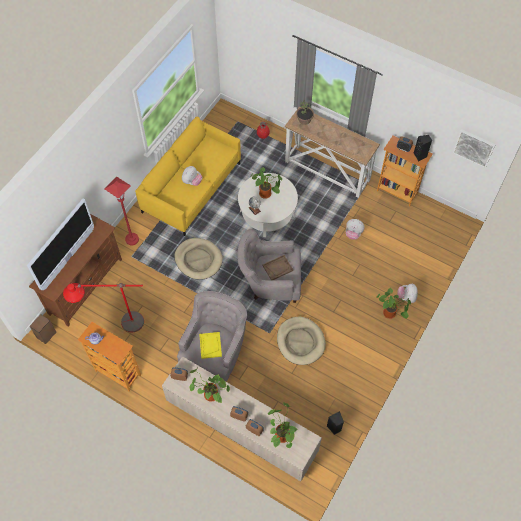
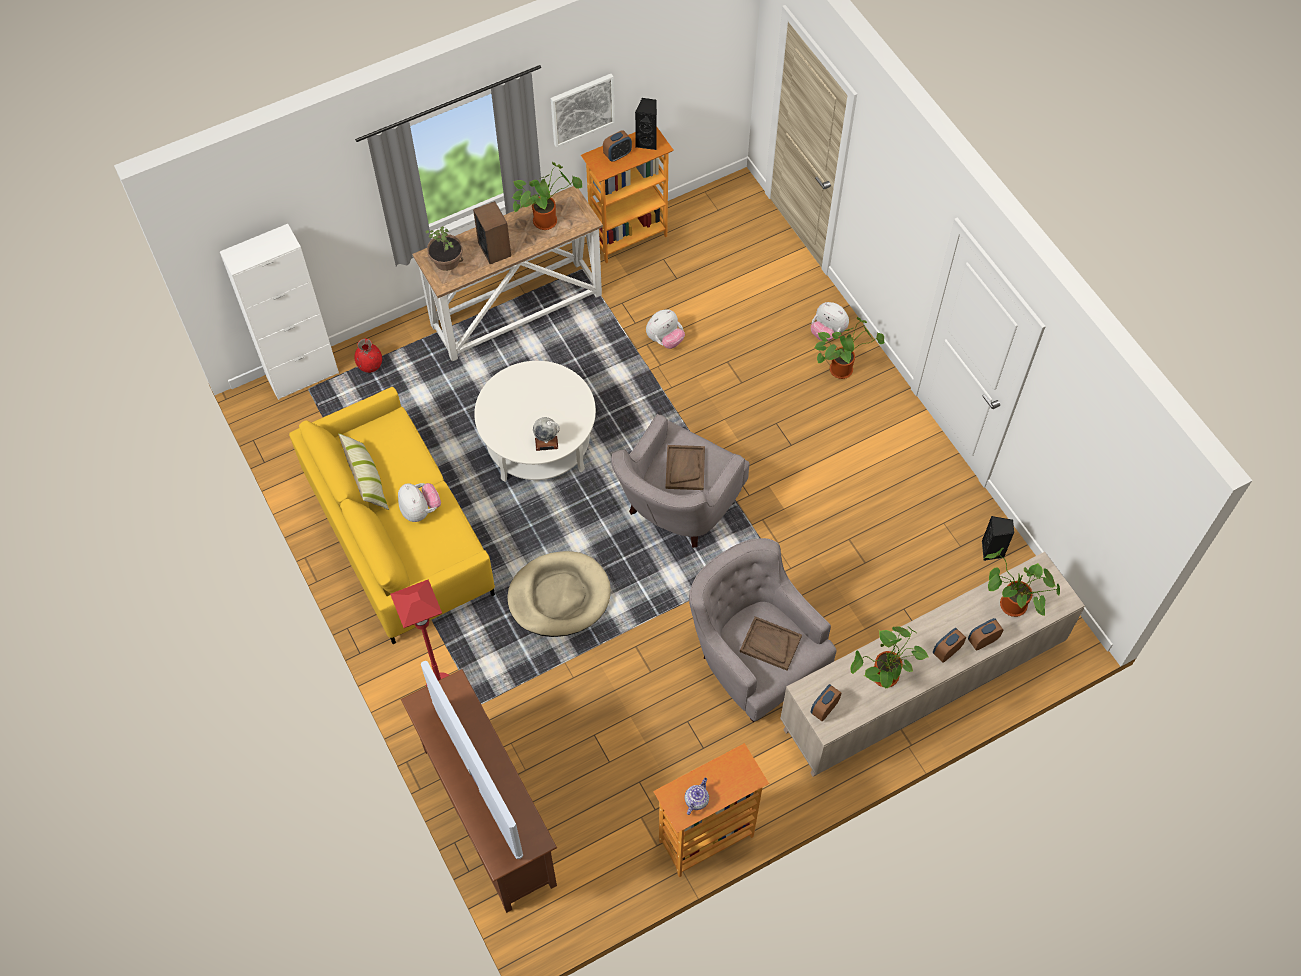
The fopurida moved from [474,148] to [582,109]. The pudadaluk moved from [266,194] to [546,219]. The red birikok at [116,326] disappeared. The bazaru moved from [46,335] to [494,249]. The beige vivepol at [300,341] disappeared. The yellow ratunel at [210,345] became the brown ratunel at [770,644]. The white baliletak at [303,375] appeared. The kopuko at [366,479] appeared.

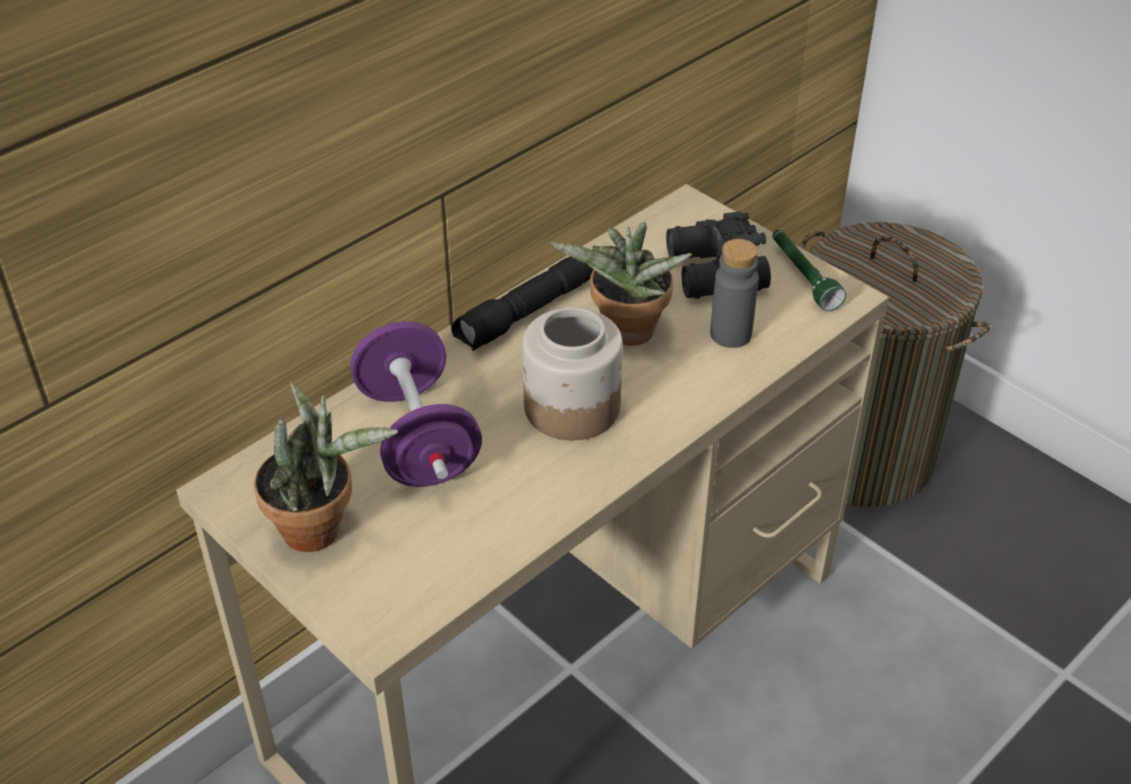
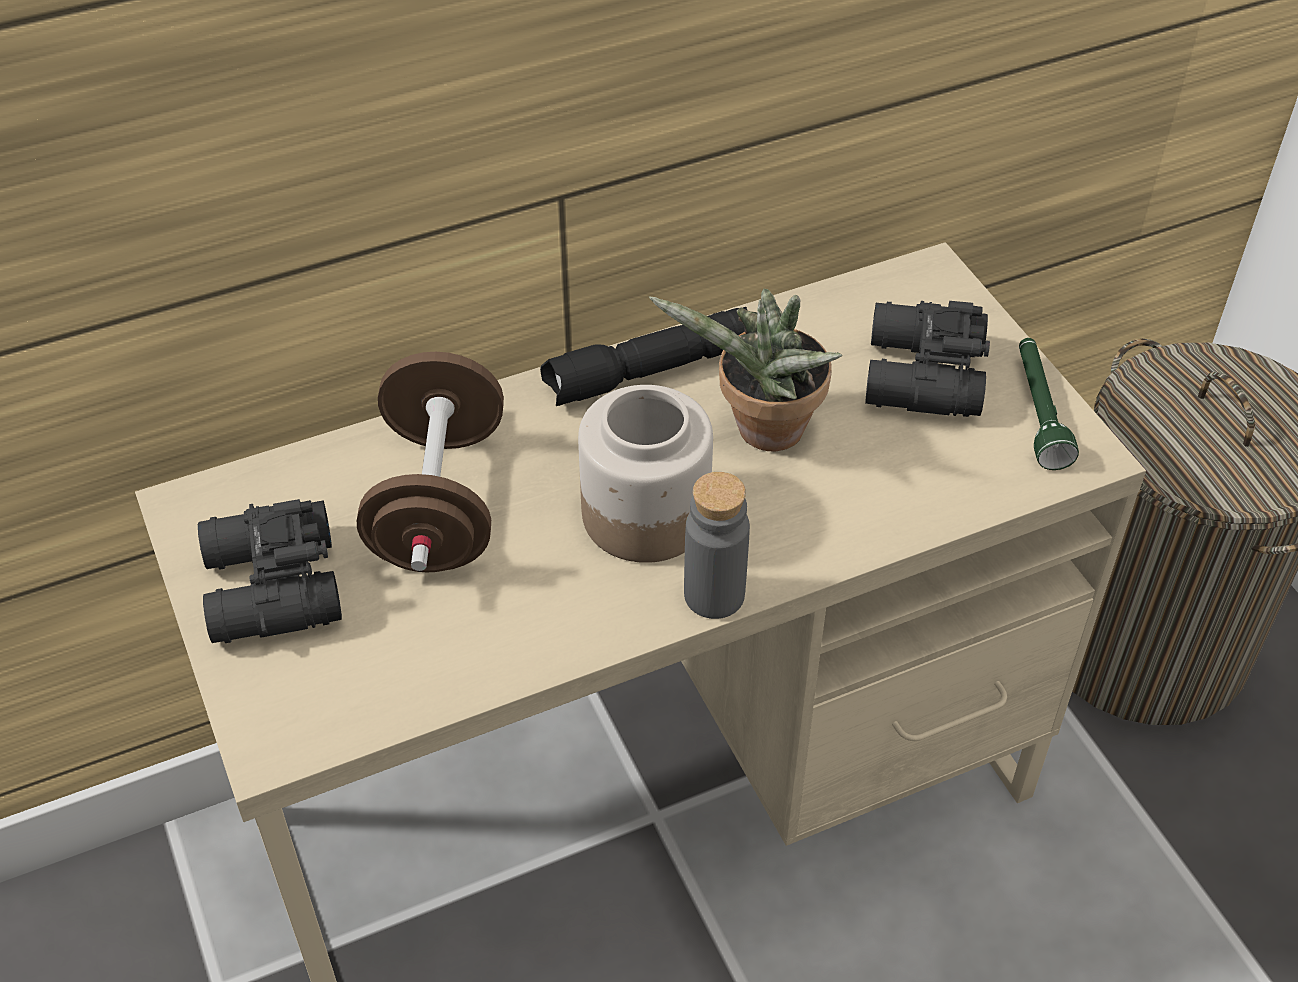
The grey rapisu moved from [730,334] to [714,595]. The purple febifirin at [418,437] became the brown febifirin at [439,503]. The pudadaluk at [321,529] was replaced by the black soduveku at [269,590].

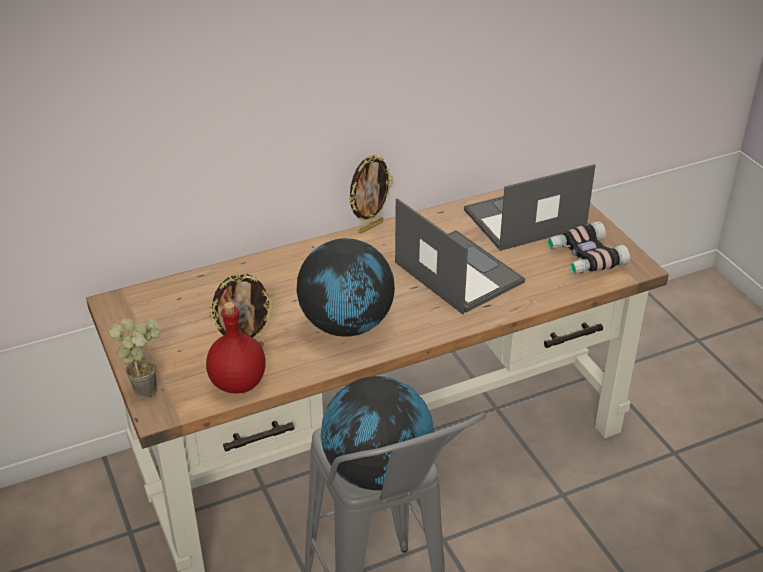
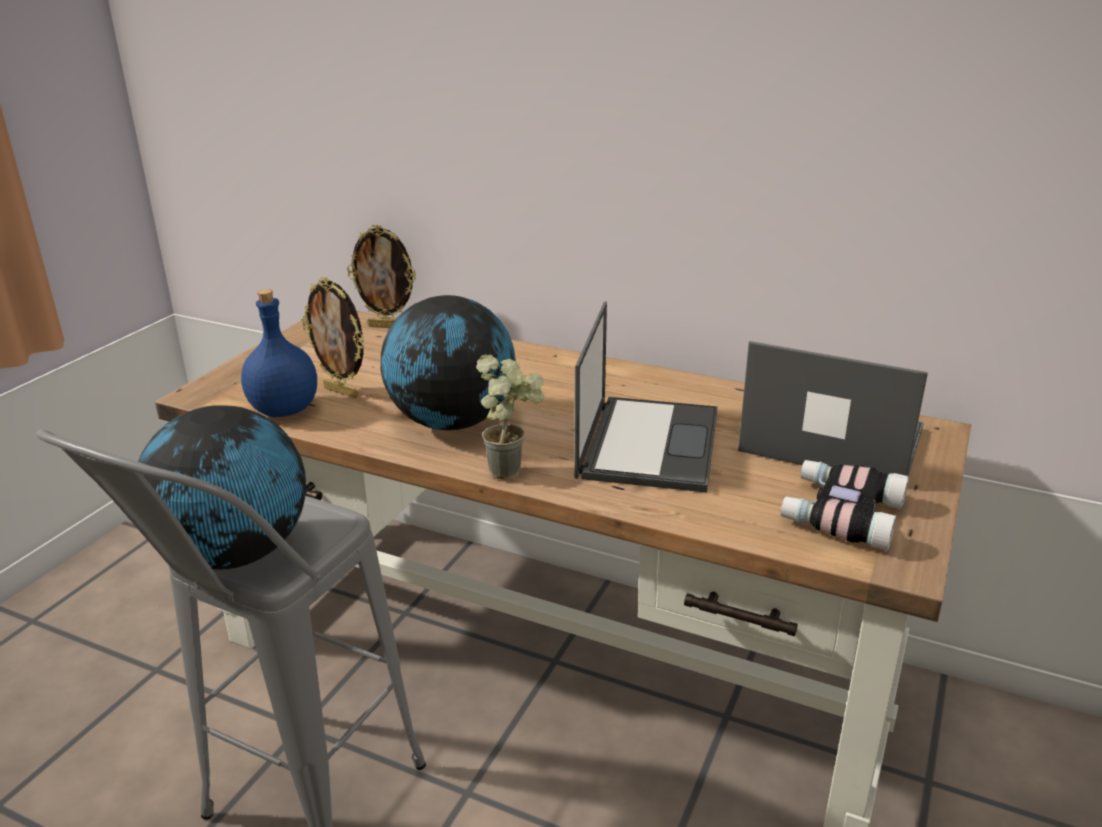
The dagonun moved from [370,227] to [387,326]. The red rapisu at [237,384] became the blue rapisu at [283,410]. The pudadaluk moved from [147,386] to [513,470].

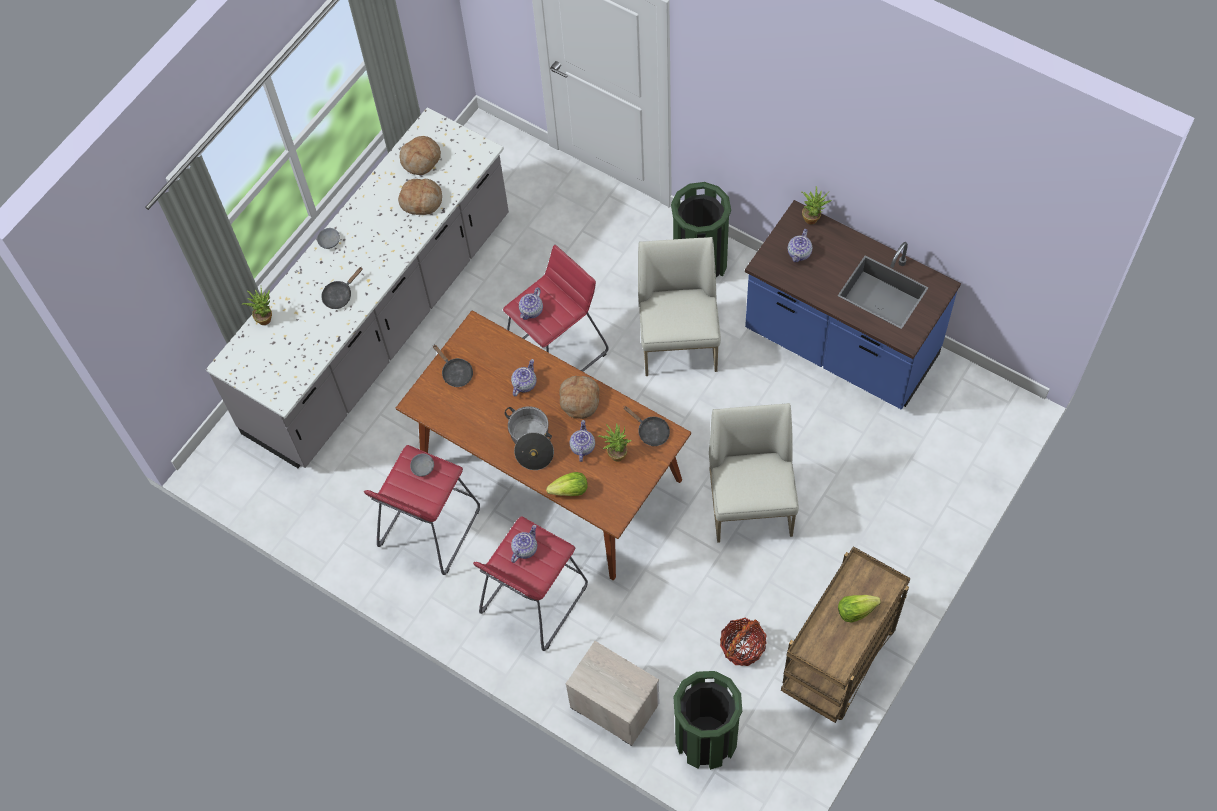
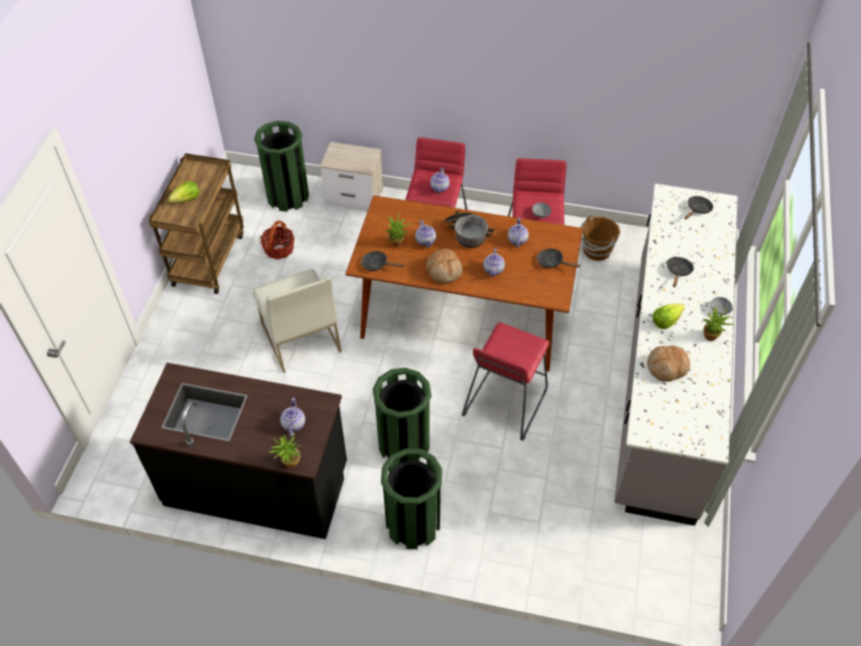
The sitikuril at [421,159] disappeared. The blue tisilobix at [840,346] became the black tisilobix at [257,484]. The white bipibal at [679,341] was replaced by the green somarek at [404,445]. The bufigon moved from [531,311] to [517,240]. The pudadaluk moved from [265,317] to [711,338]. The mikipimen moved from [570,490] to [665,321]. The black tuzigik at [697,209] appeared. The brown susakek at [596,251] appeared.

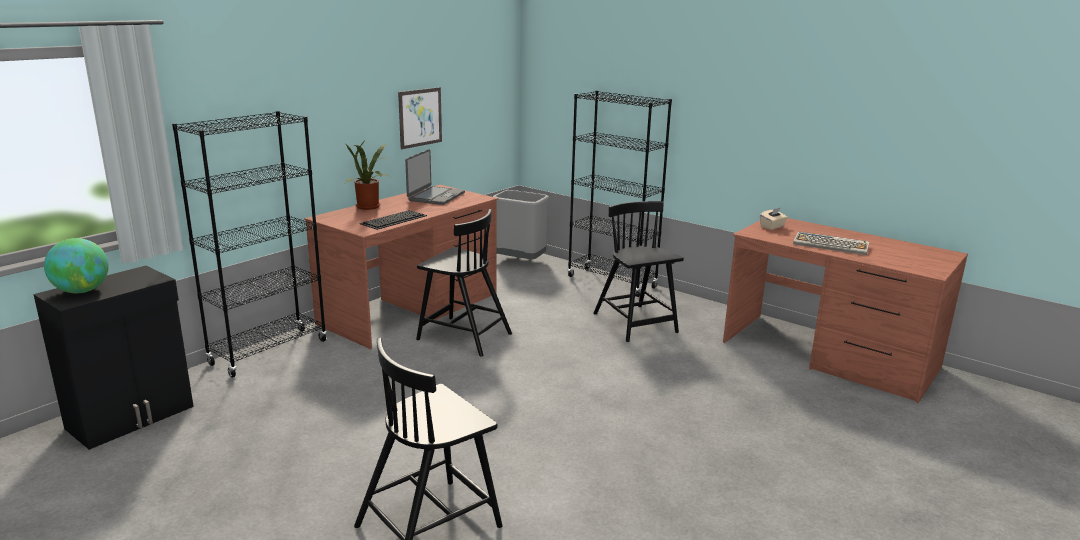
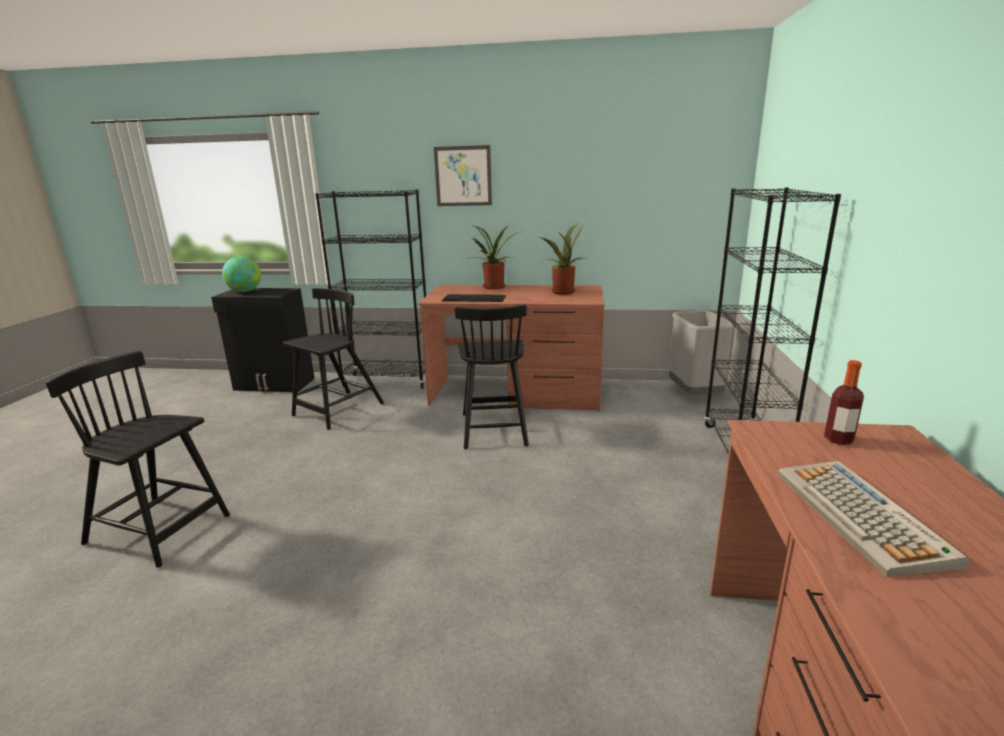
The fopurida moved from [420,117] to [463,176]. The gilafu at [436,196] was replaced by the pudadaluk at [561,291]. The black bipibal moved from [635,324] to [337,410]. The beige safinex at [772,227] was replaced by the rapisu at [838,439].

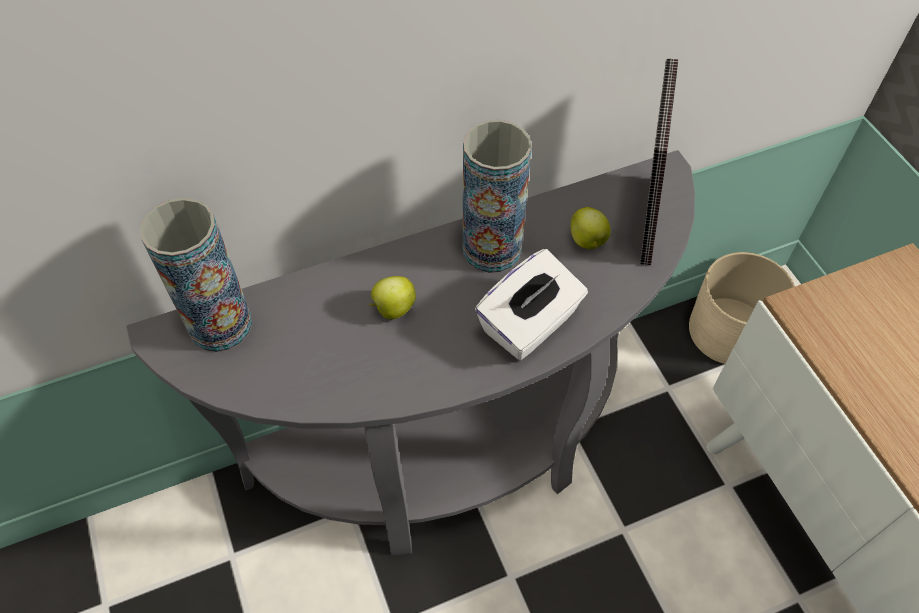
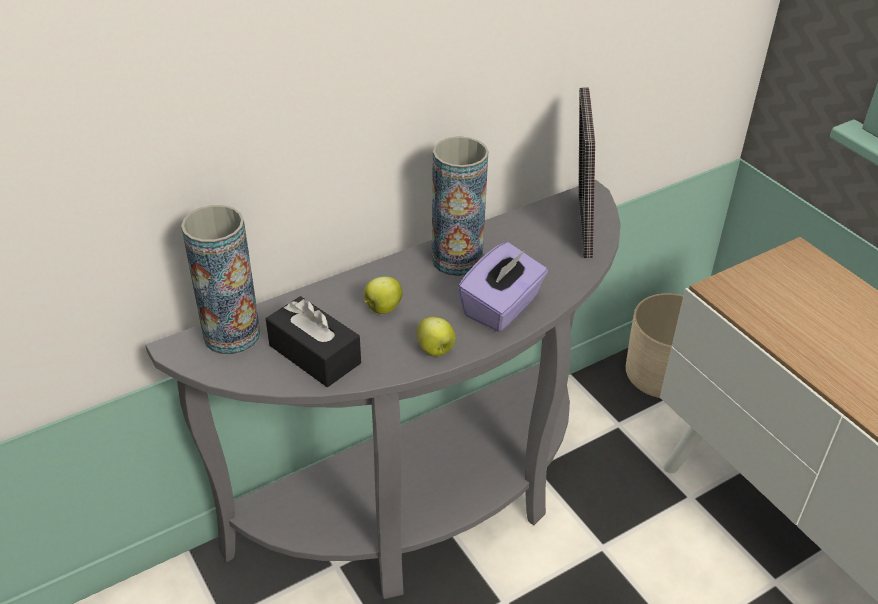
The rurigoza moved from [587,241] to [436,350]. The white safinex at [530,324] became the purple safinex at [502,307]. The black safinex at [314,354] appeared.

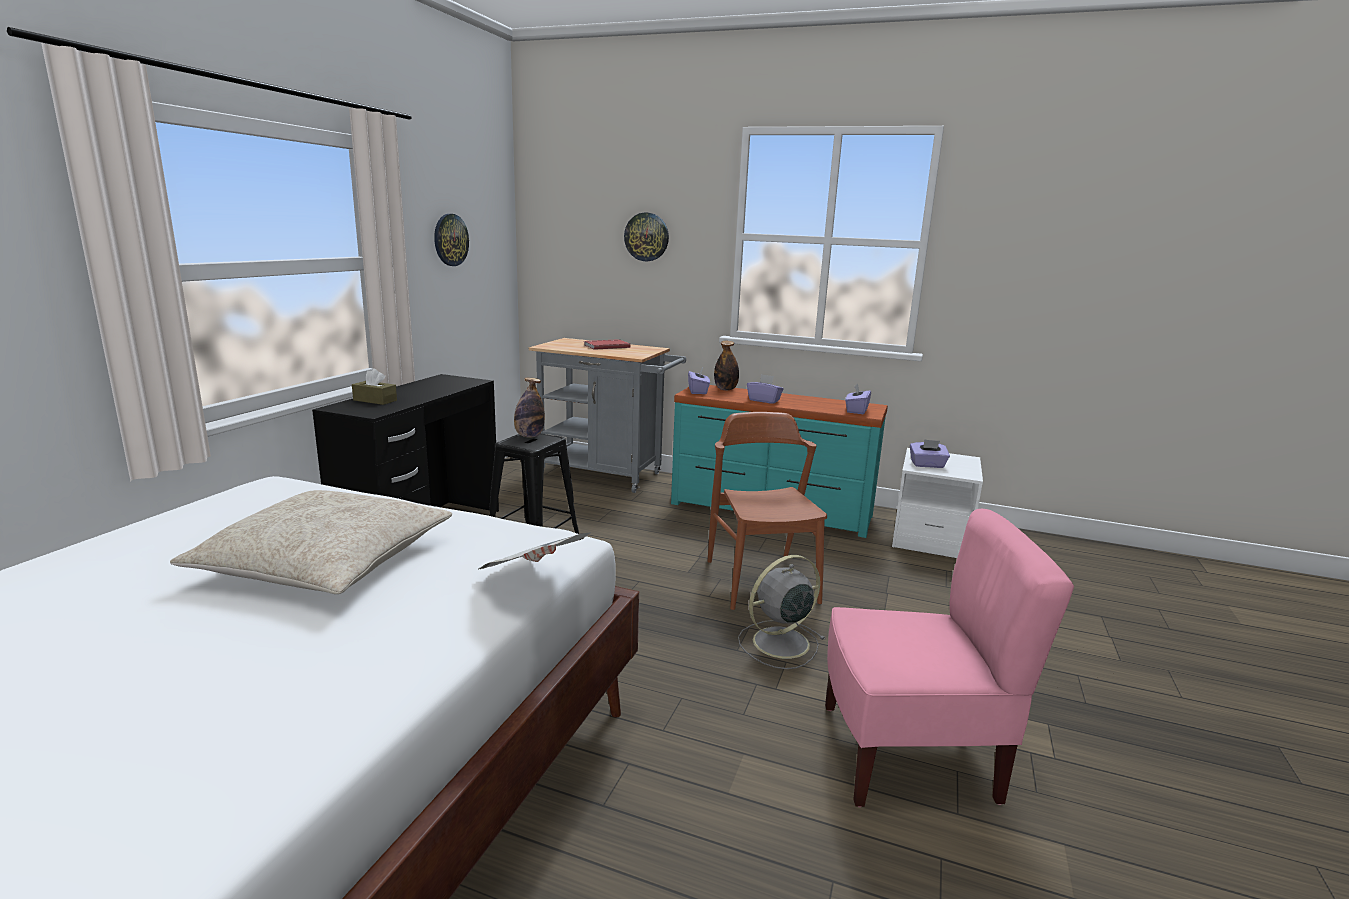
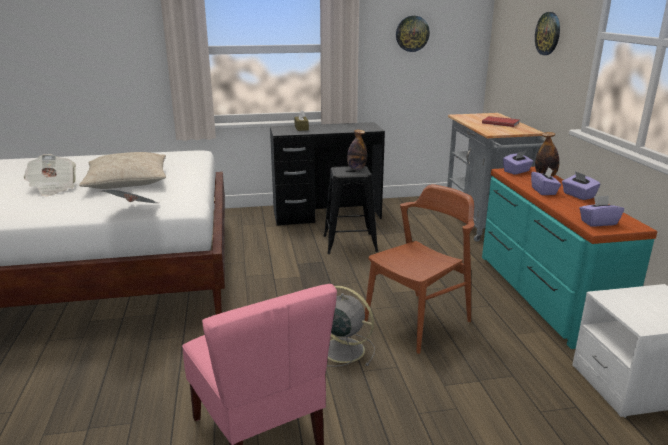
The purple safinex moved from [927,465] to [578,195]. The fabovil at [53,188] appeared.

